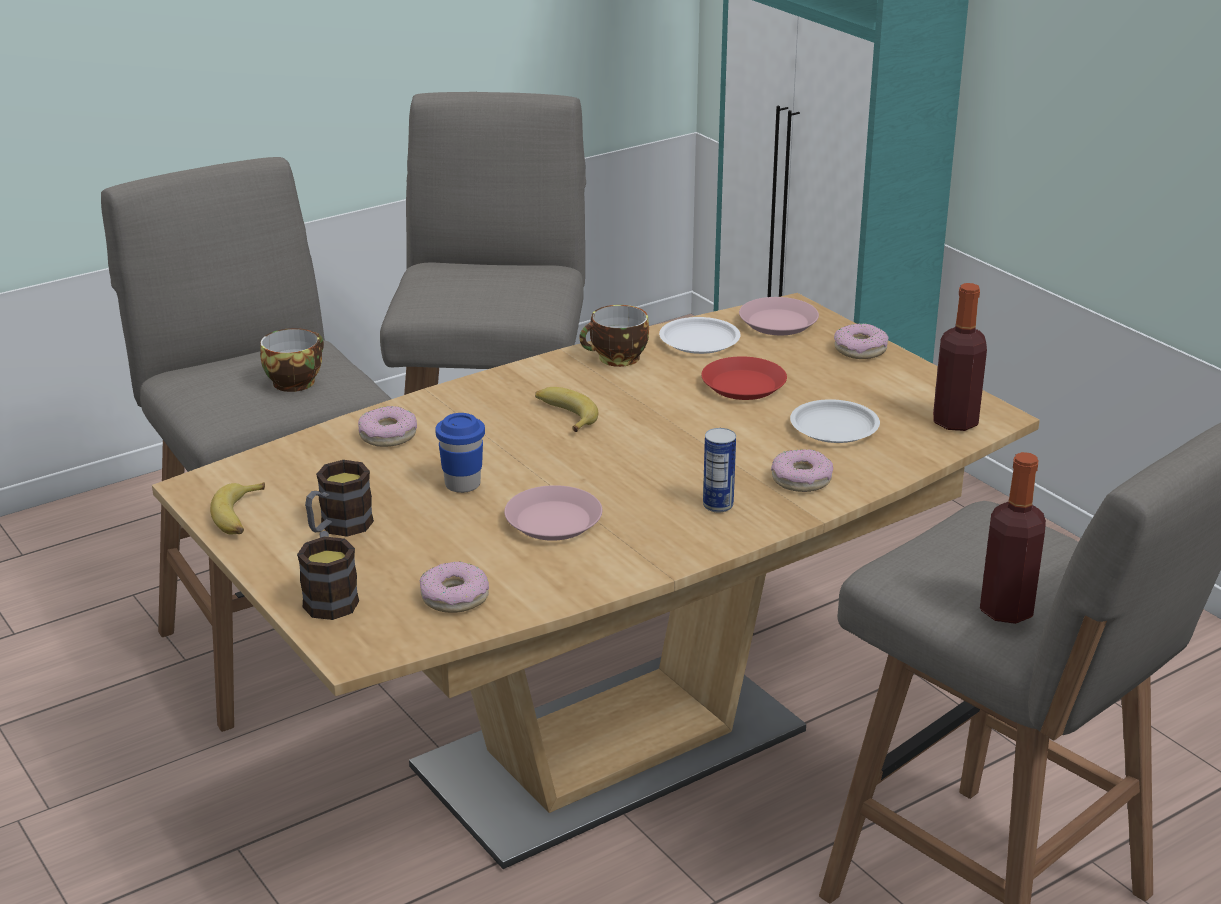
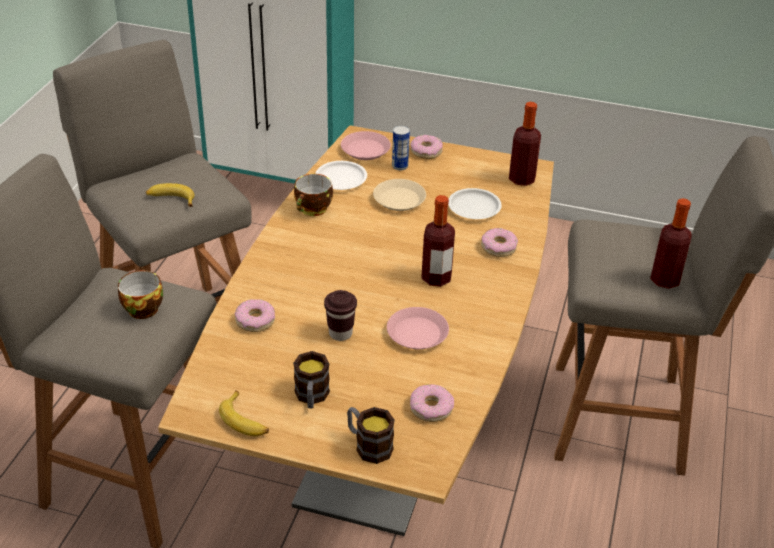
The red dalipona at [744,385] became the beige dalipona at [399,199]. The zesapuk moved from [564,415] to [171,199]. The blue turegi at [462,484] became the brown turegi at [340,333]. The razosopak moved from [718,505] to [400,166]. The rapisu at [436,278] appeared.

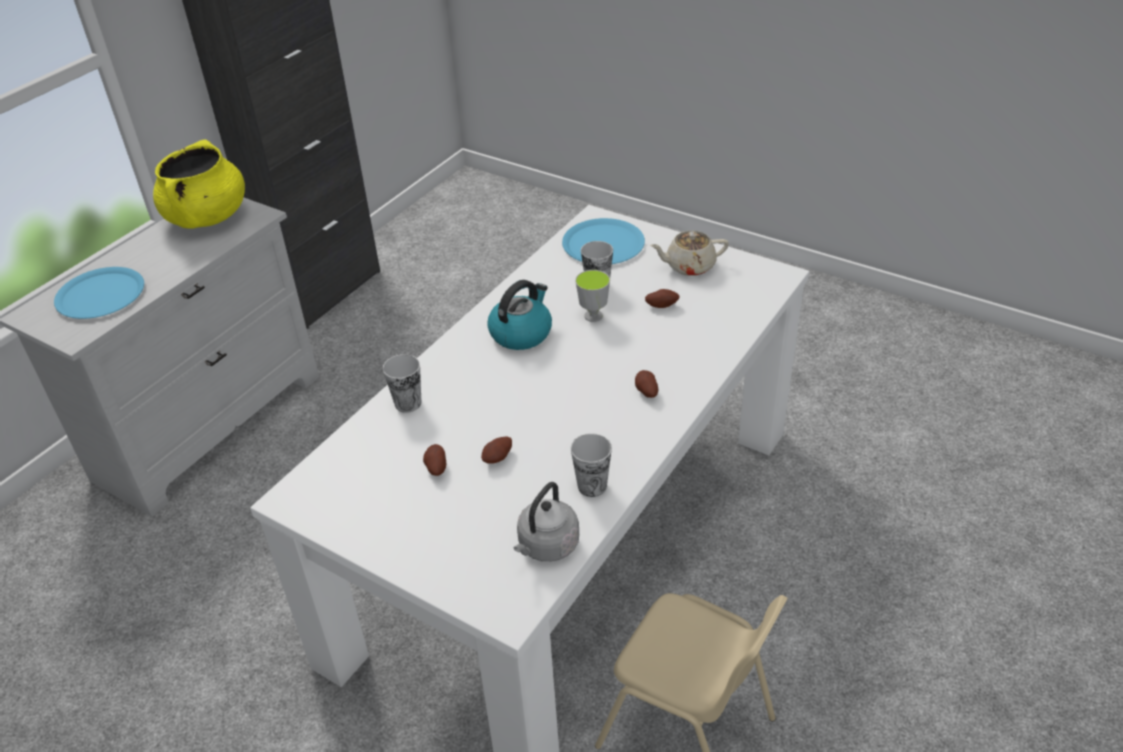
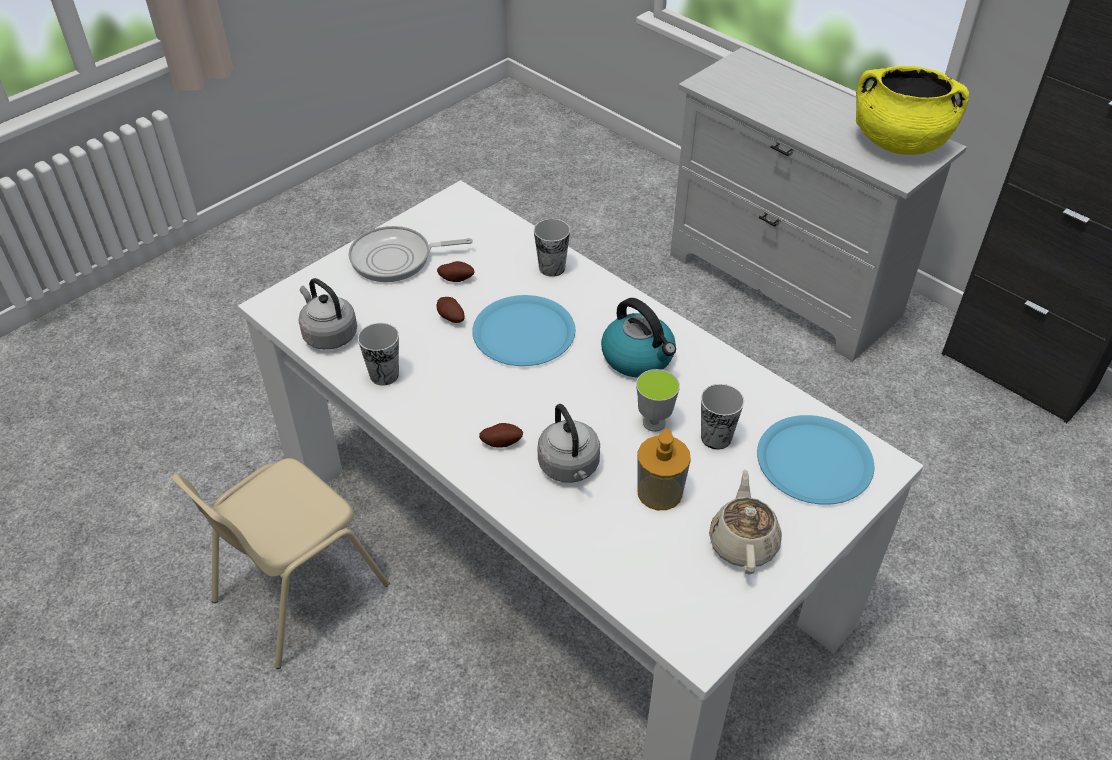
The blue dalipona moved from [100,295] to [524,332]. The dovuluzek at [661,305] was replaced by the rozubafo at [659,492]. The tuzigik at [396,259] appeared. The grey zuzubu at [570,467] appeared.

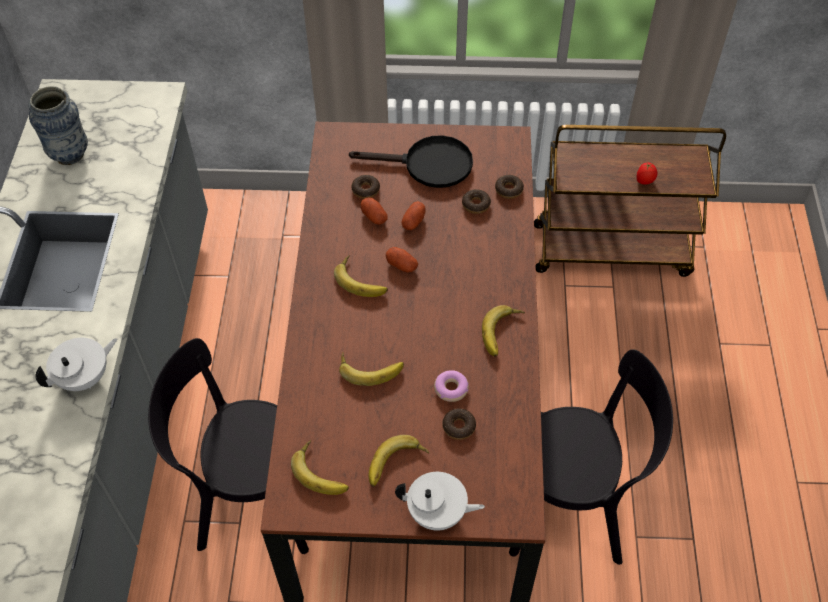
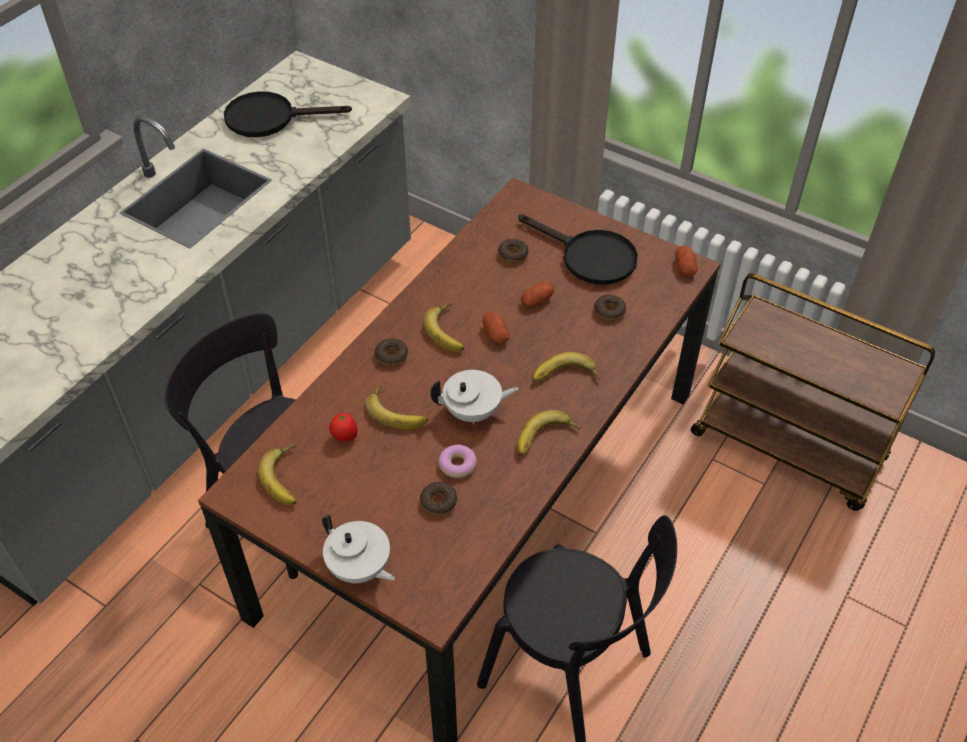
The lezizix at [70,155] was replaced by the black tuzigik at [270,118]. The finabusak moved from [644,181] to [344,437]. The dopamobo moved from [509,190] to [391,356]. The dovuluzek moved from [374,216] to [685,267]. The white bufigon moved from [85,377] to [473,412]. The zesapuk moved from [396,465] to [565,377].

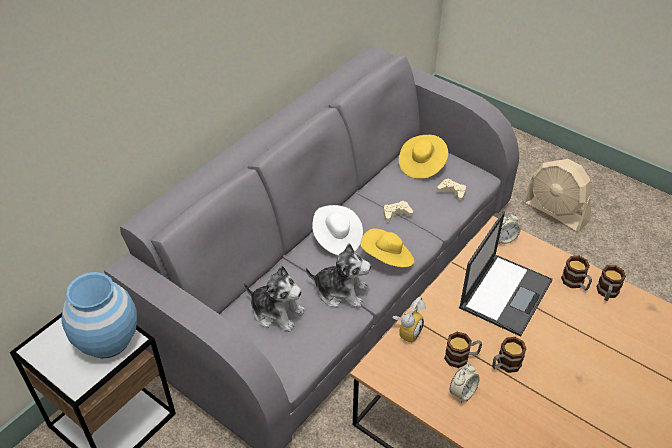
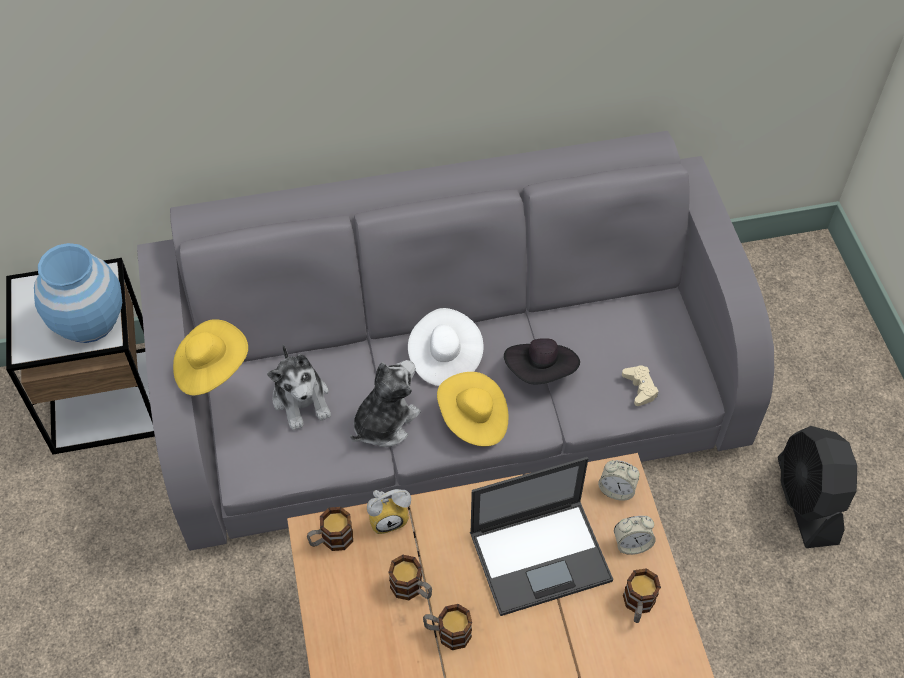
The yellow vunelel moved from [422,165] to [211,368]. The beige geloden at [555,212] became the black geloden at [807,501]. The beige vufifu at [396,214] was replaced by the black vunelel at [541,371]. The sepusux at [340,291] turned 105 degrees counterclockwise. The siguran moved from [606,293] to [331,539]. The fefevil moved from [462,392] to [631,544].

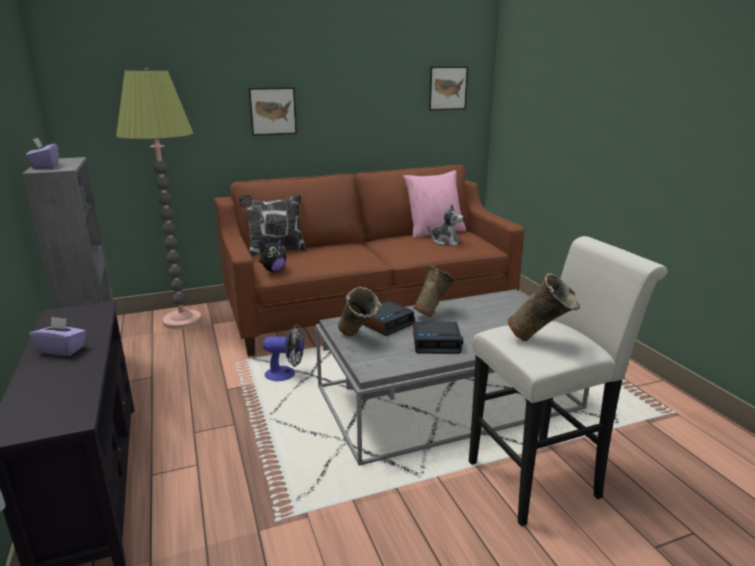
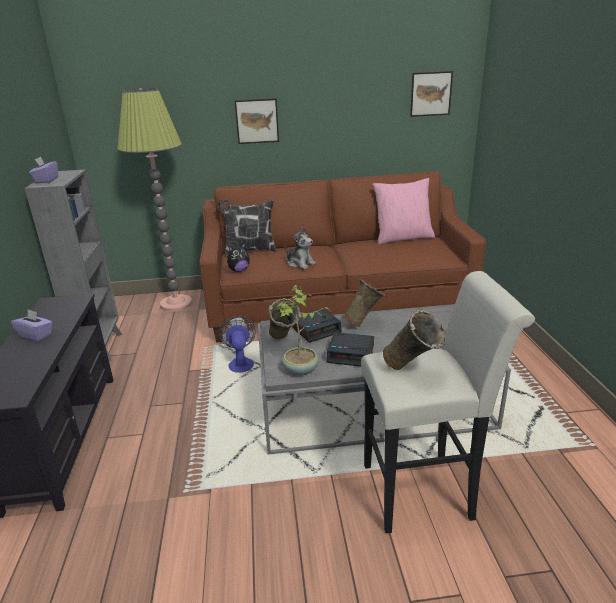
The sepusux moved from [445,242] to [300,263]. The geloden at [286,374] turned 120 degrees counterclockwise. The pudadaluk at [301,370] appeared.

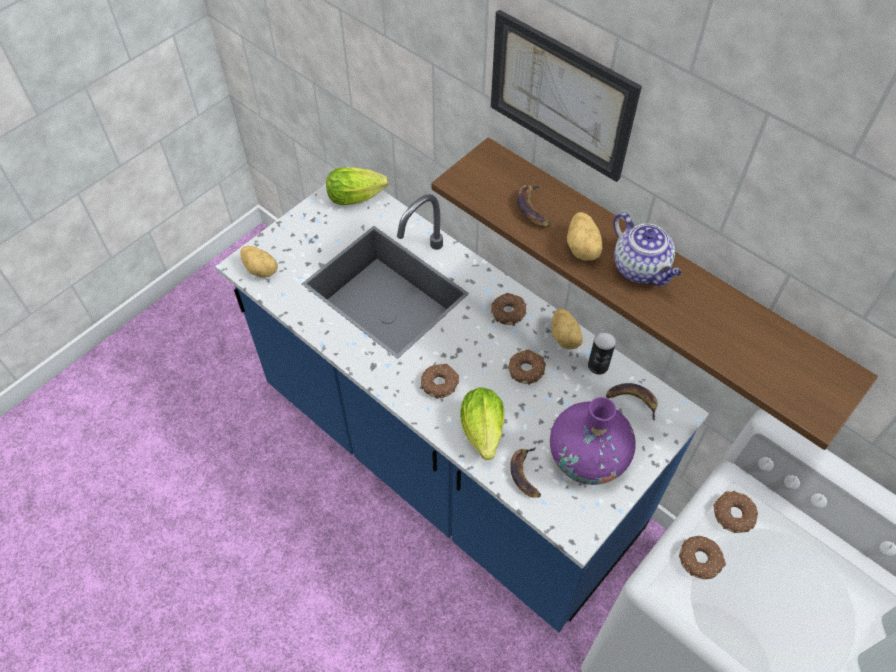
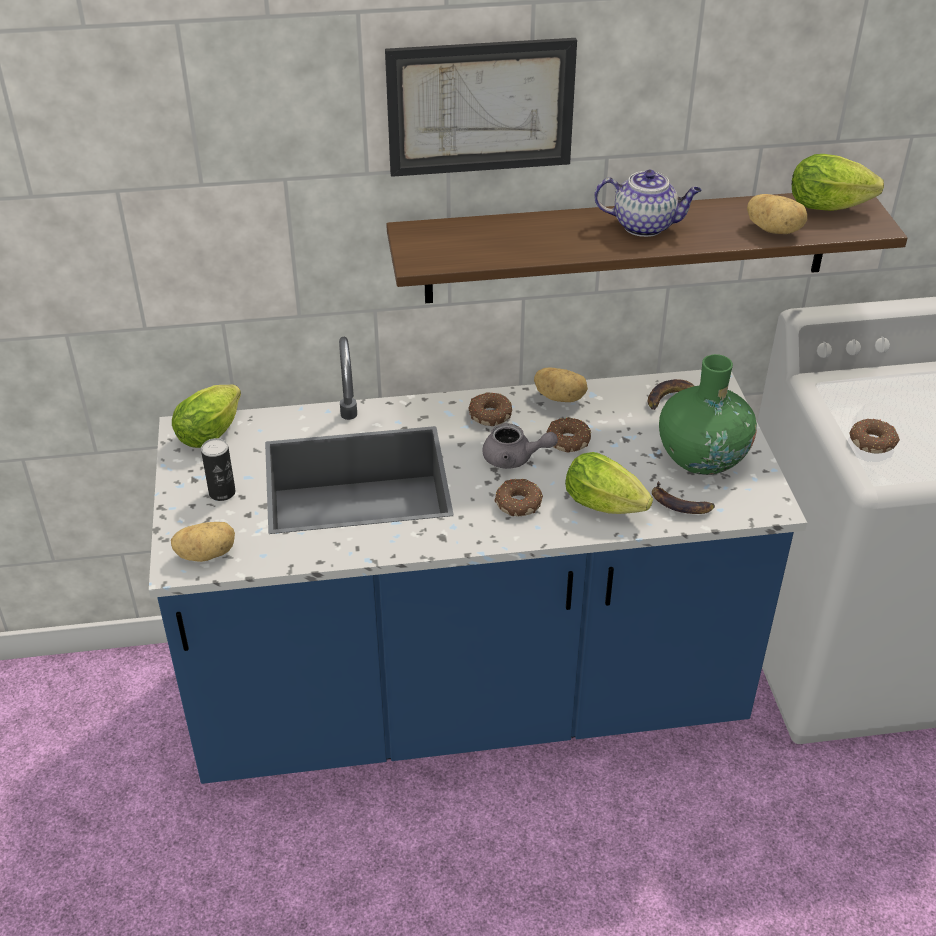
The zesapuk at [533,208] disappeared. The dovuluzek moved from [583,248] to [774,230]. The razosopak moved from [598,366] to [222,492]. The purple lezizix at [587,458] became the green lezizix at [702,458]. The dopamobo at [732,514] disappeared. The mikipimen at [832,207] appeared. The grey bufigon at [514,459] appeared.

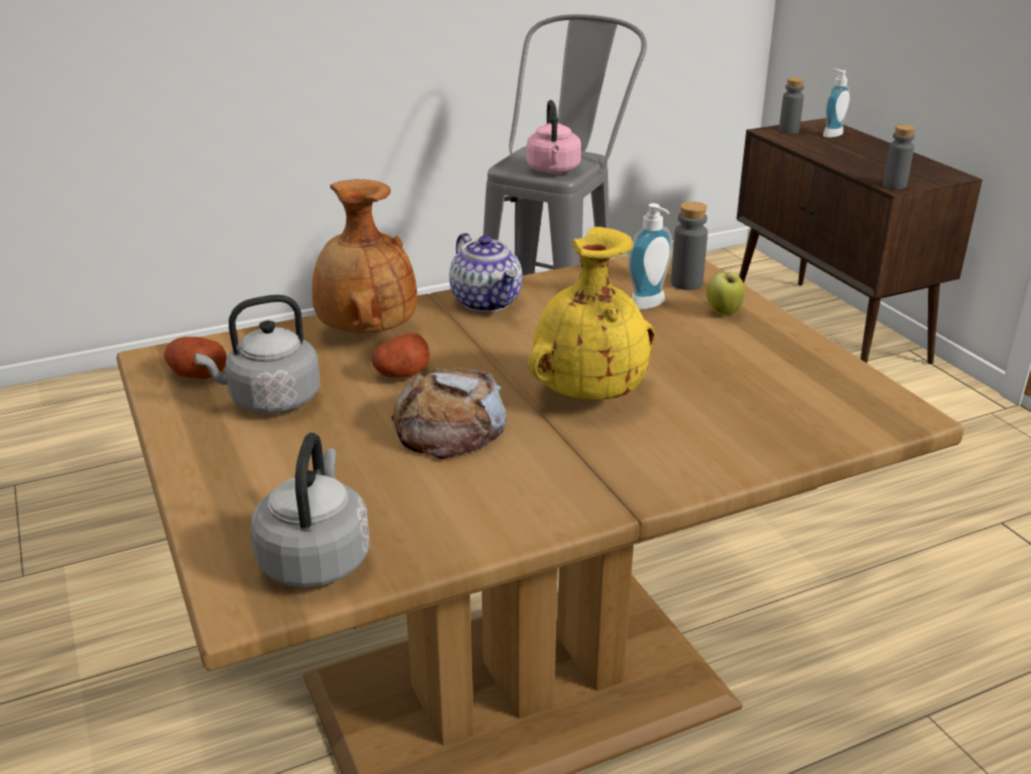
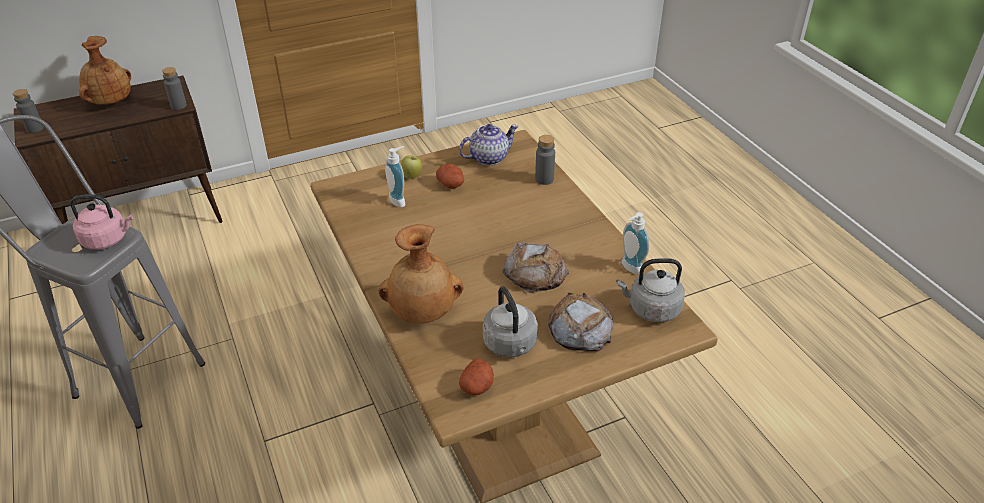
The rozubafo moved from [830,134] to [629,268]. The grey rapisu moved from [686,283] to [544,179]. The yellow lezizix at [588,393] disappeared. The bufigon moved from [487,302] to [489,157]. The dovuluzek moved from [402,374] to [451,184]. The brown lezizix at [110,102] appeared. The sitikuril at [579,328] appeared.

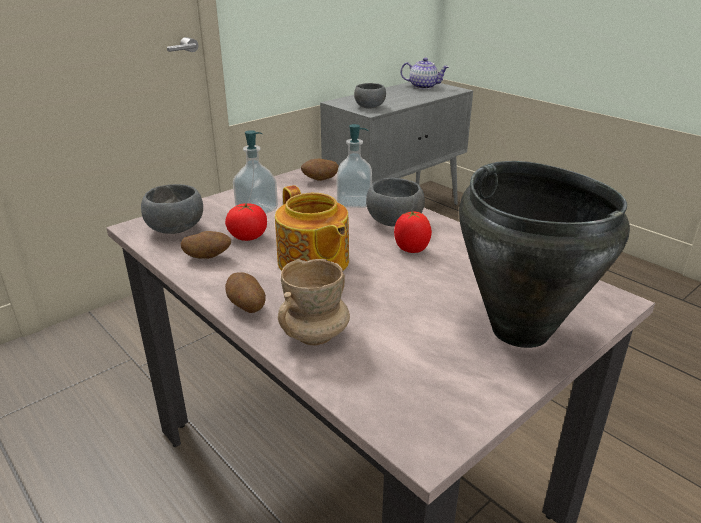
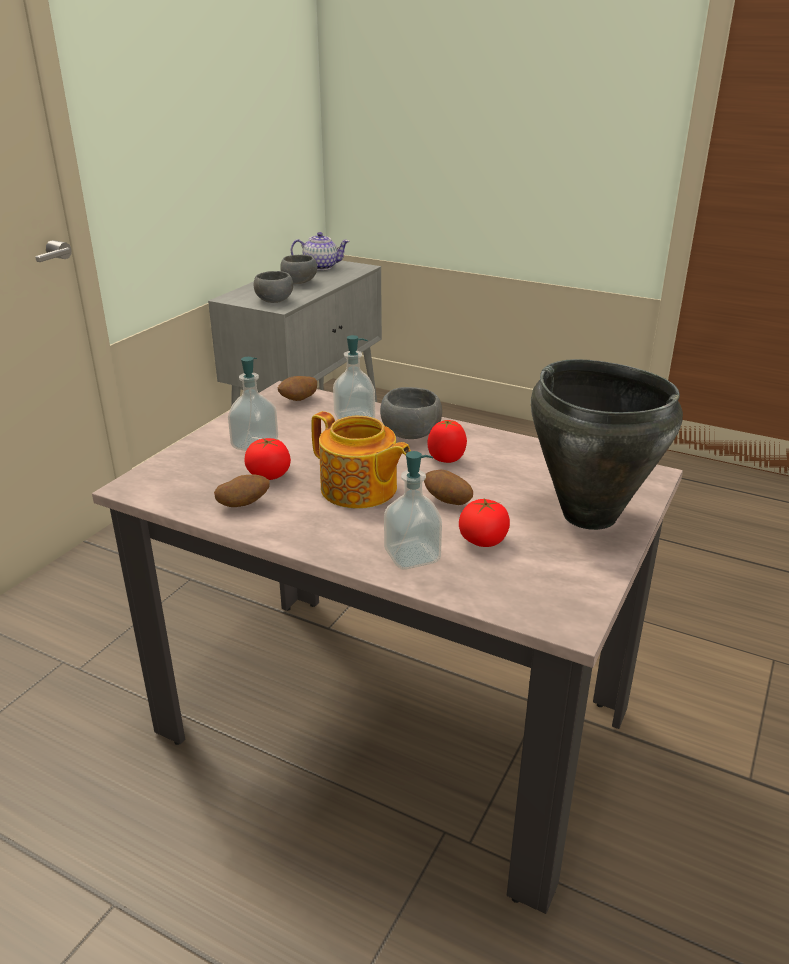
The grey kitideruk moved from [177,229] to [300,282]. The beige siguran at [314,334] was replaced by the rozubafo at [412,556]. The dovuluzek moved from [246,307] to [447,501]. The finabusak at [483,541] appeared.

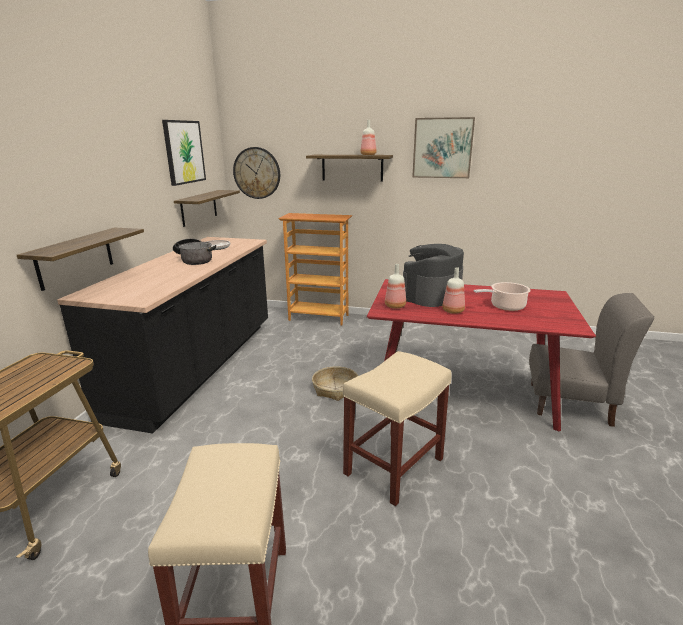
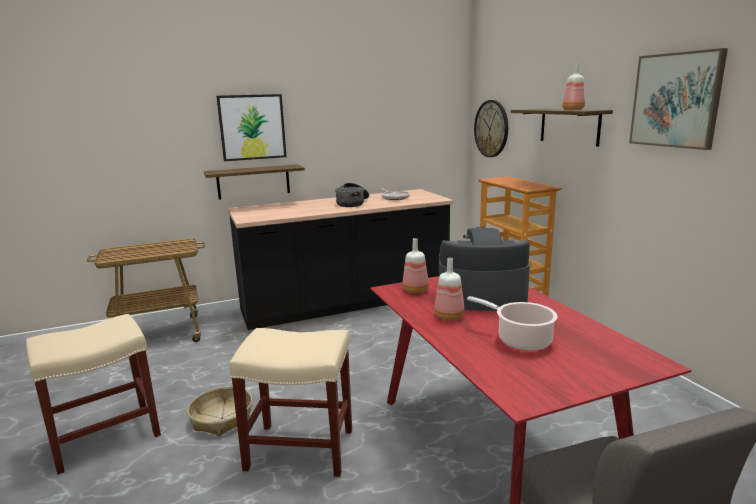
The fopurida moved from [184,152] to [252,127]. The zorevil at [199,208] disappeared. The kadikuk moved from [335,389] to [222,418].

